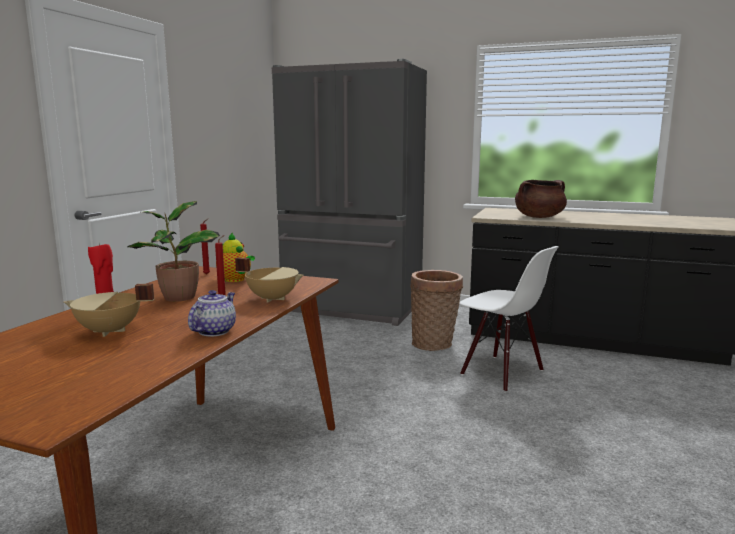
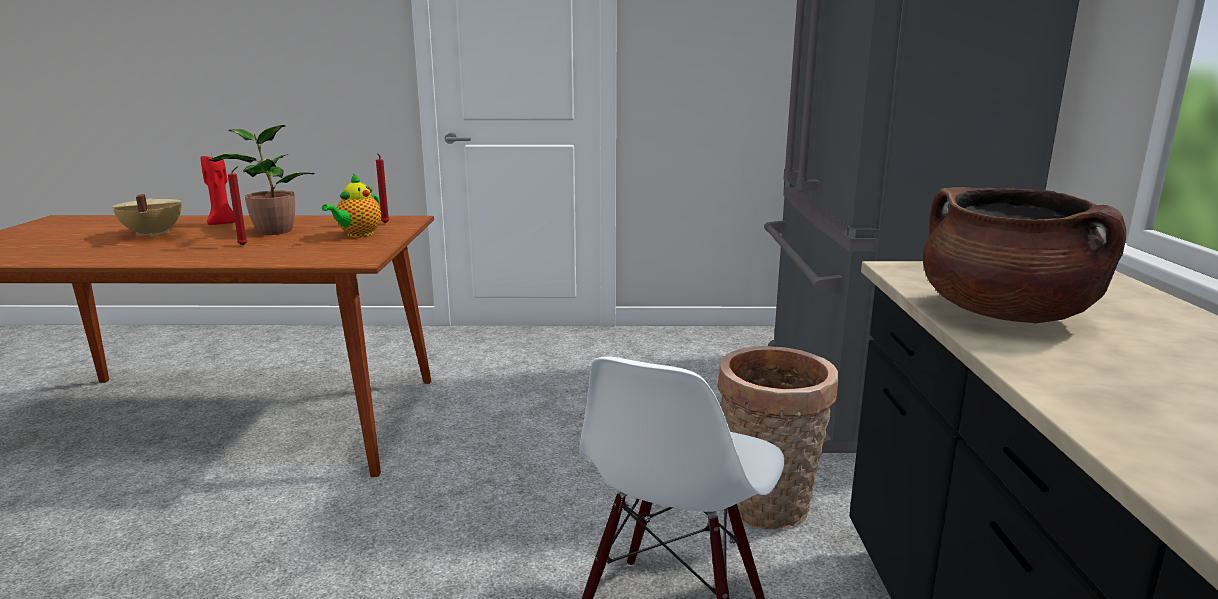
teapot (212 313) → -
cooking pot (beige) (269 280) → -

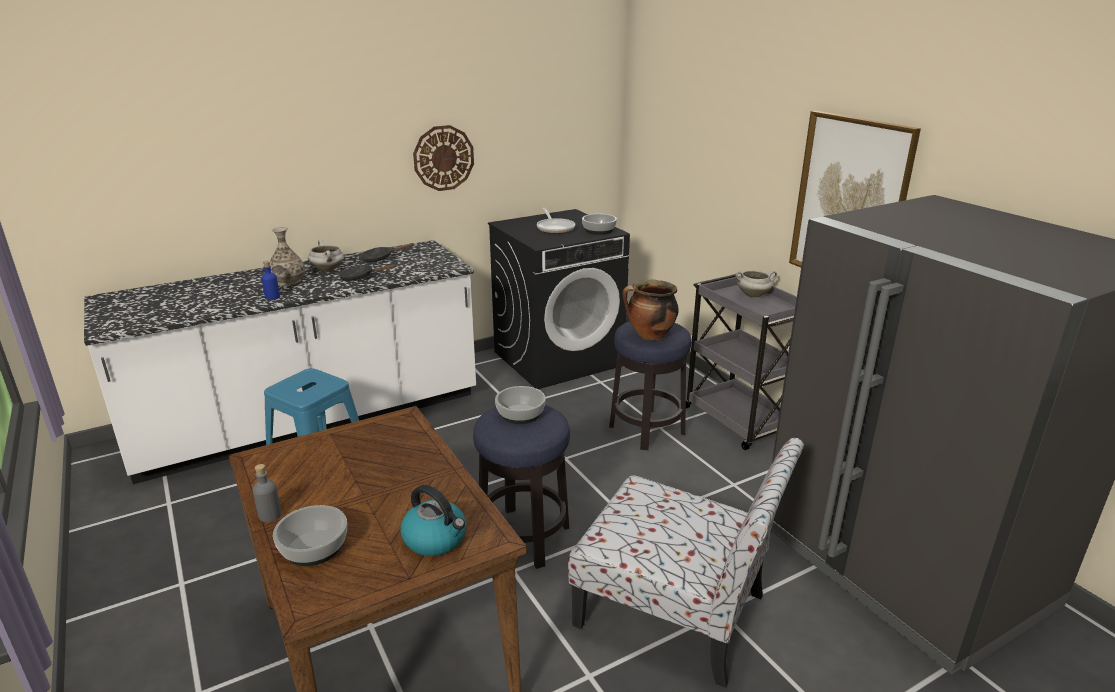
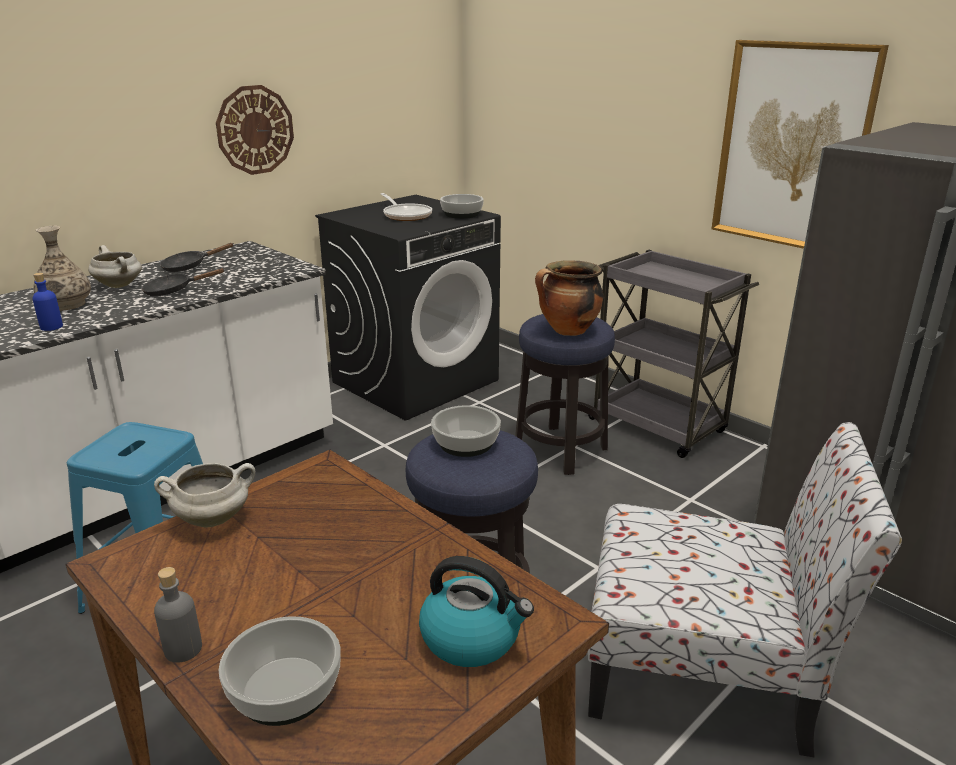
cooking pot (white) (756 284) → cooking pot (white) (204 495), move

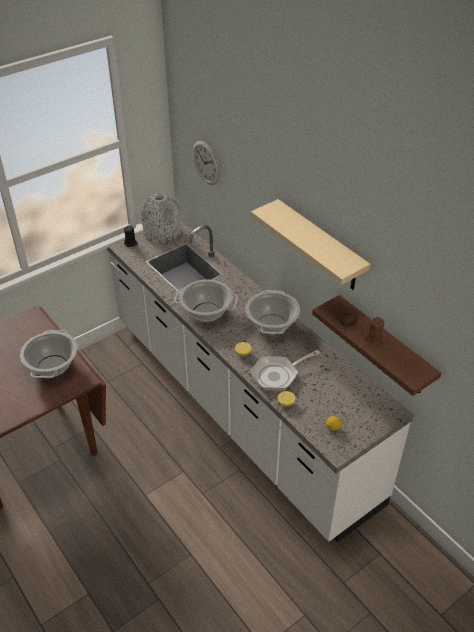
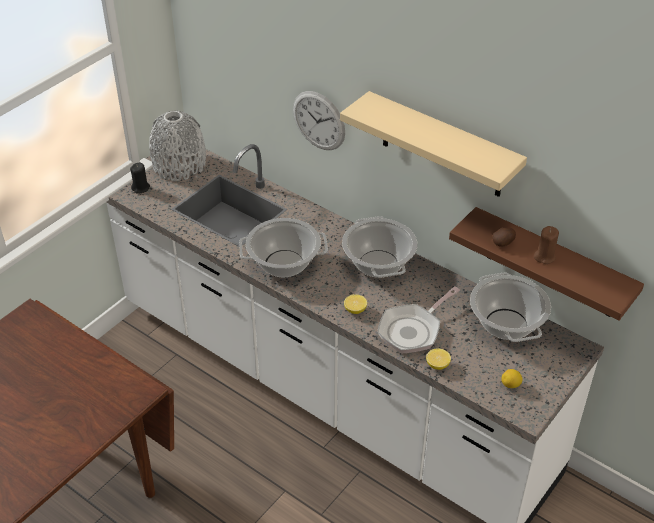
wall clock (206 163) → wall clock (319 120), move
cooking pot (48 354) → cooking pot (510 307), move

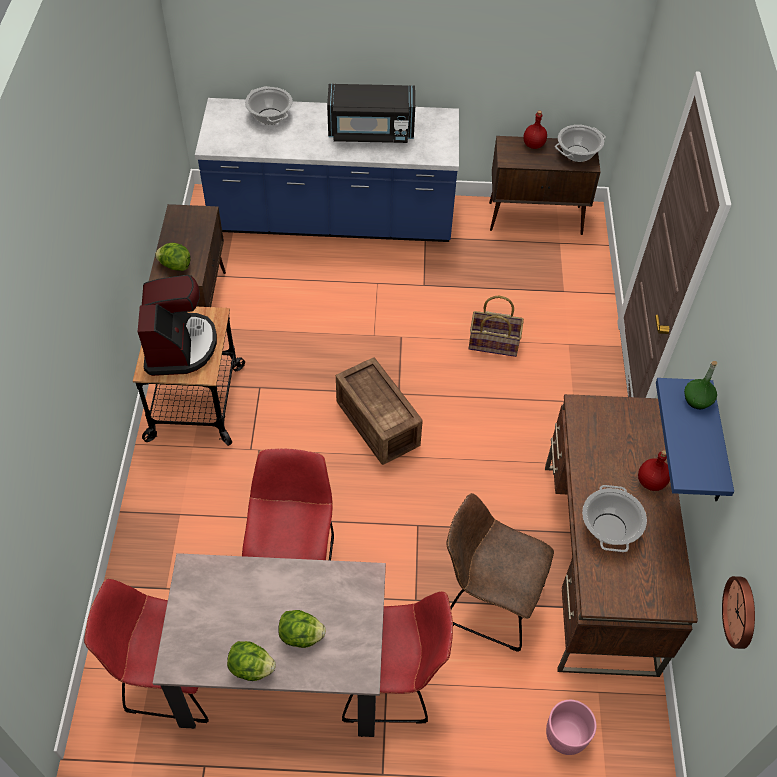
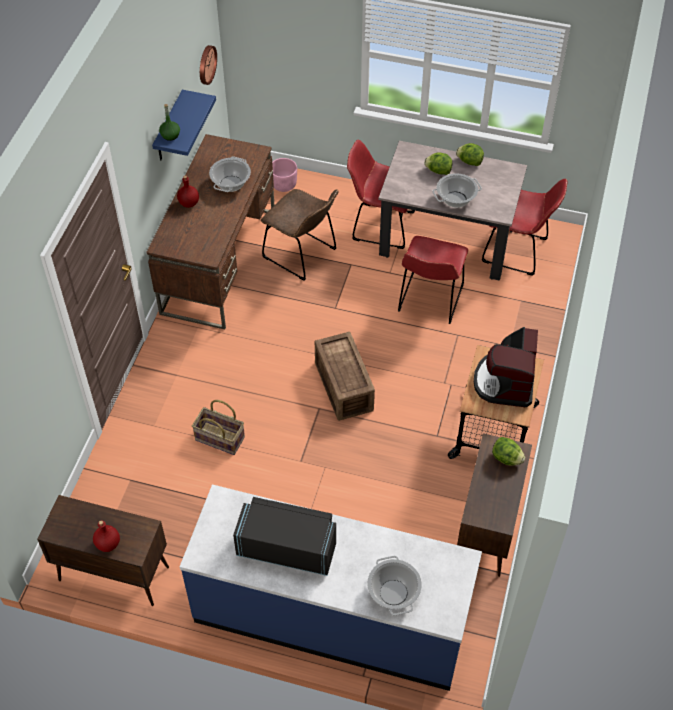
cooking pot (580 143) → cooking pot (457 190), move

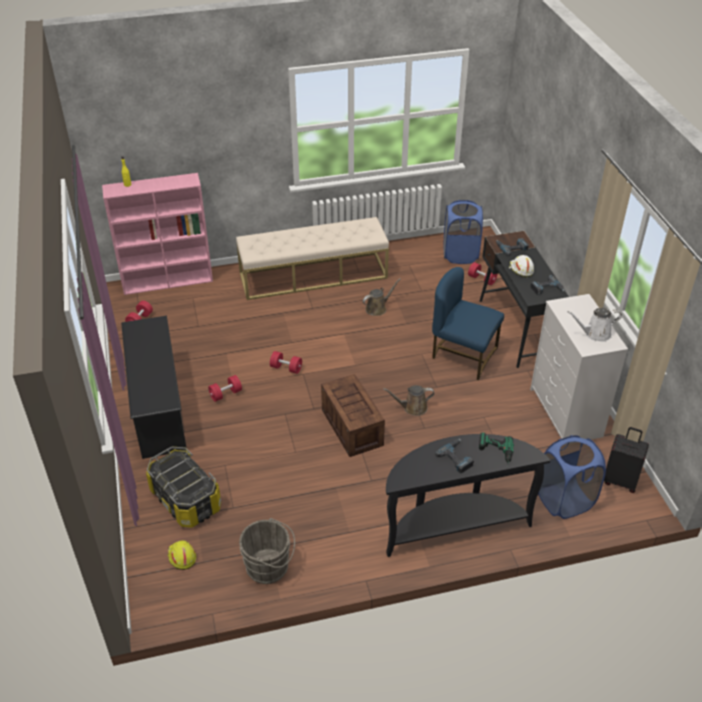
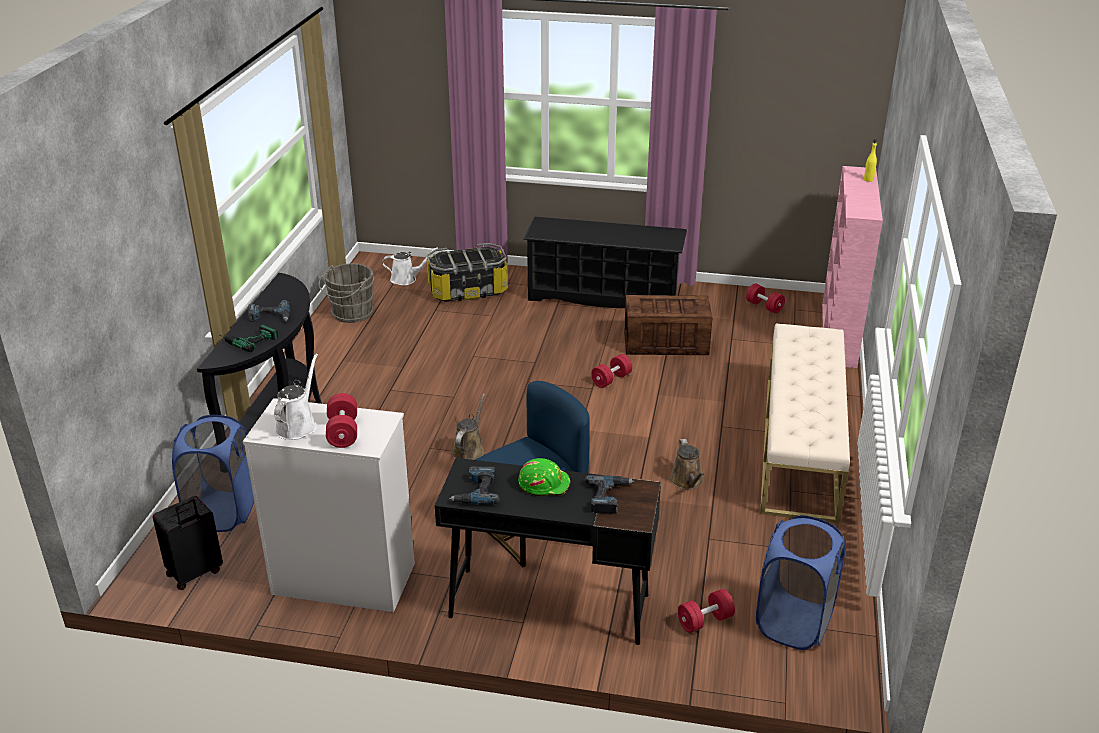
dumbbell (red) (225 388) → dumbbell (red) (341 420), move
hard hat (yellow) (182 555) → watering can (white) (410 266)
hard hat (white) (521 266) → hard hat (green) (544 477)
crate (353 415) → crate (668 325), move

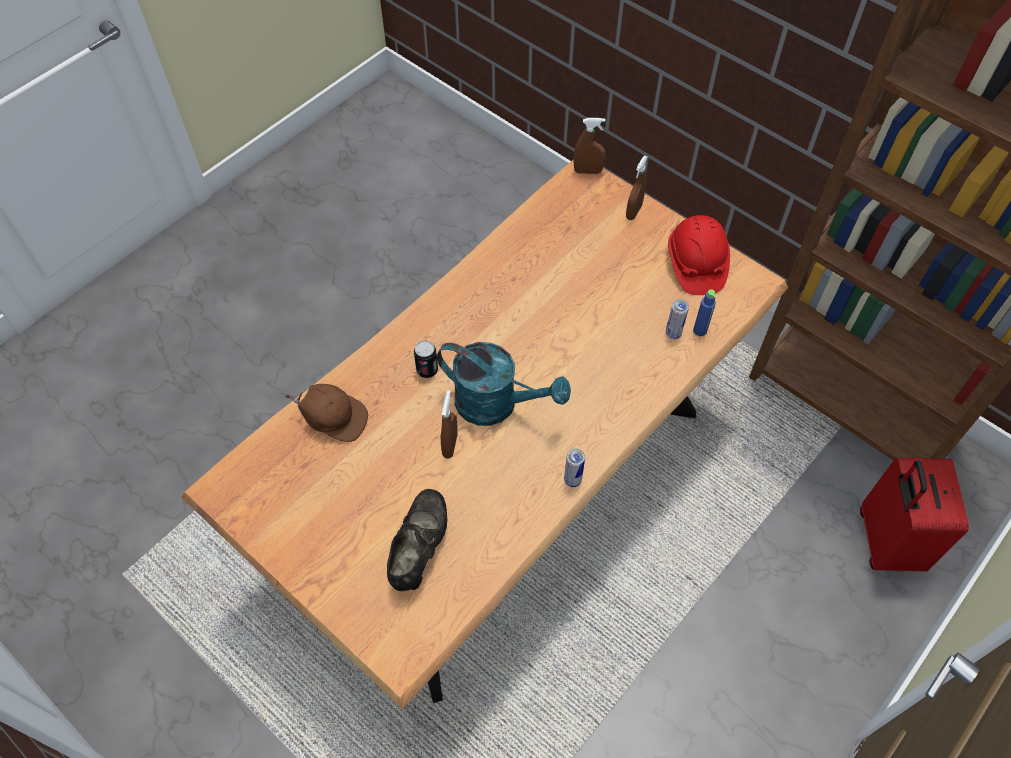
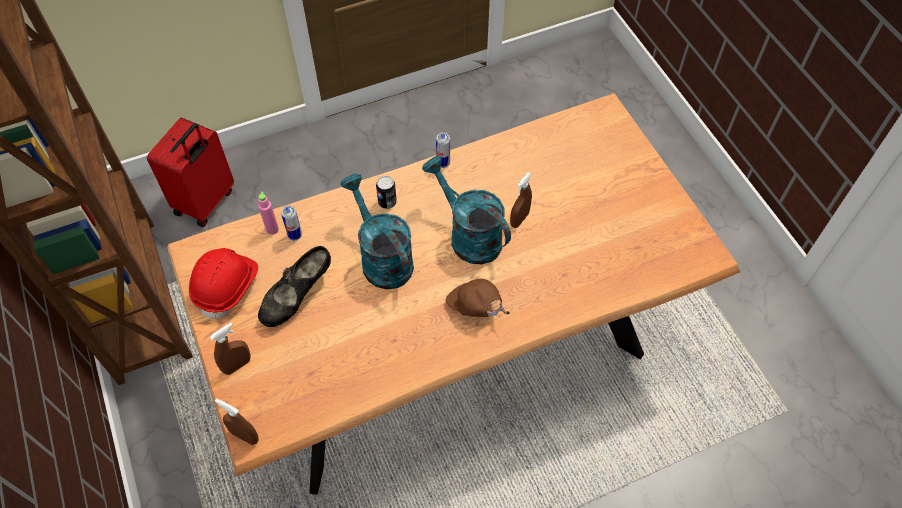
bottle (blue) (704 312) → bottle (pink) (268 213)
shoe (black) (417 540) → shoe (black) (294 286), move
- → watering can (turquoise) (377 231)
can (426 359) → can (386 192), move
cap (brown) (326 413) → cap (brown) (478 298), move

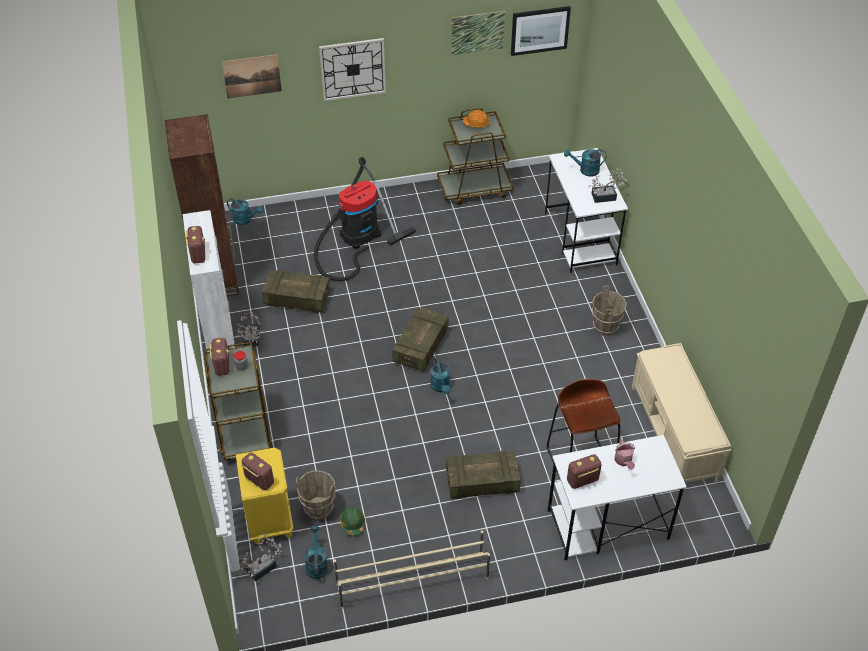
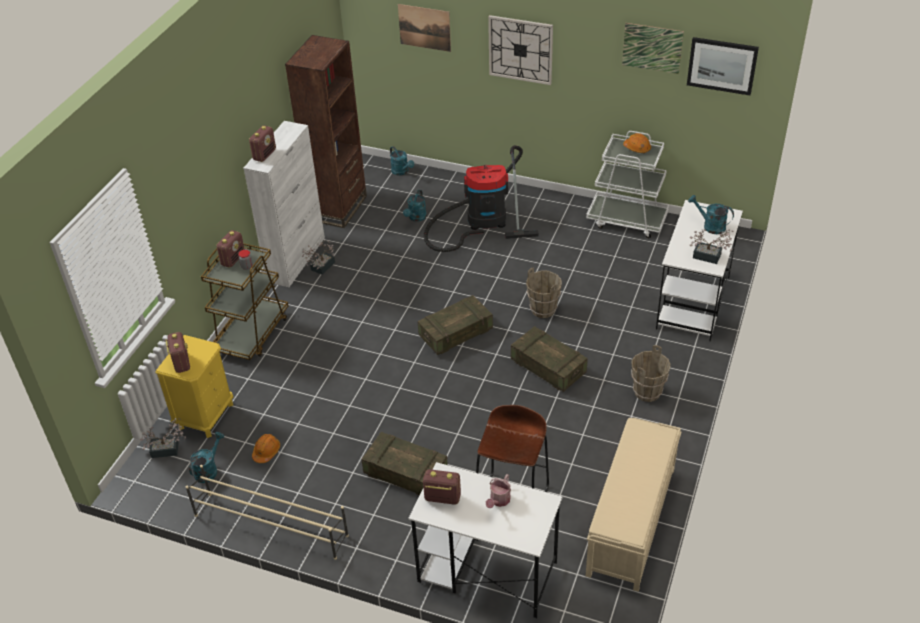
hard hat (green) (352 521) → hard hat (orange) (266 448)
watering can (turquoise) (440 376) → watering can (turquoise) (415 206), move
crate (296 291) → crate (549 359), move
bucket (brown) (315 495) → bucket (brown) (544 293), move
cart (brown) (475 156) → cart (white) (627 184)

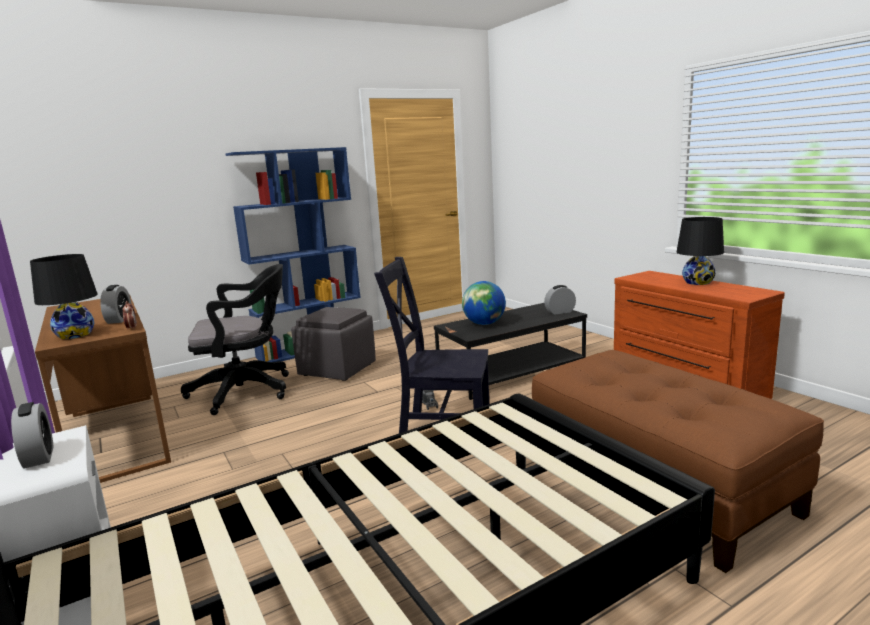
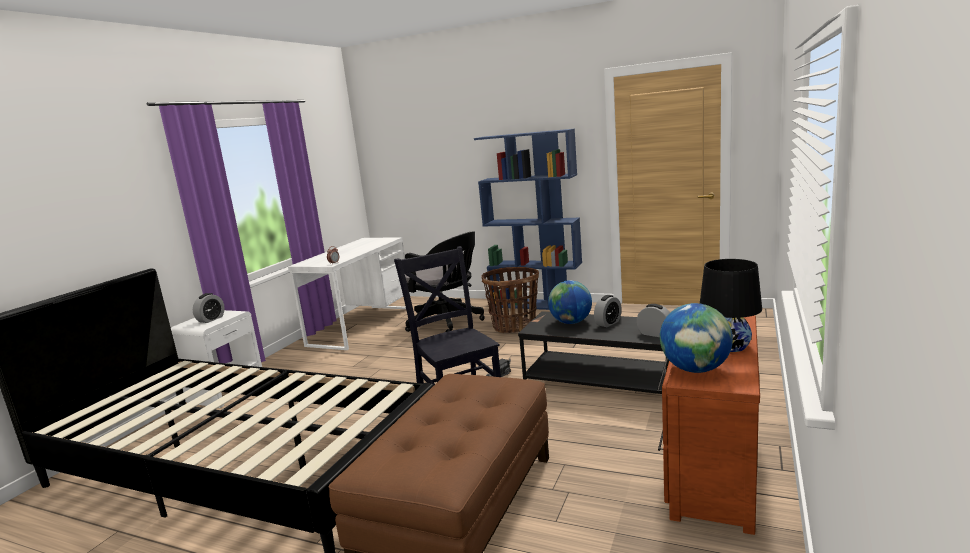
desk (brown) (103 389) → desk (white) (349 293)
ottoman (grey) (333 344) → basket (510 300)
alarm clock (115 304) → alarm clock (608 311), move
- → globe (696 338)
table lamp (black) (64 296) → -

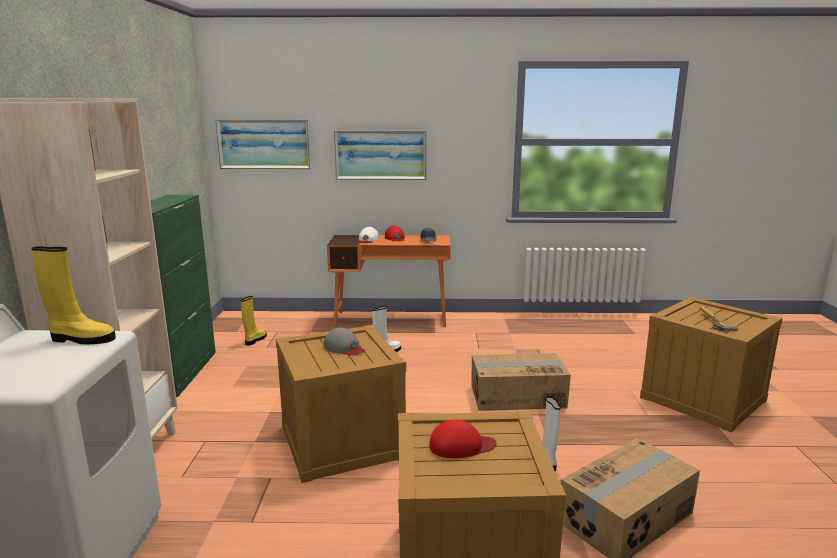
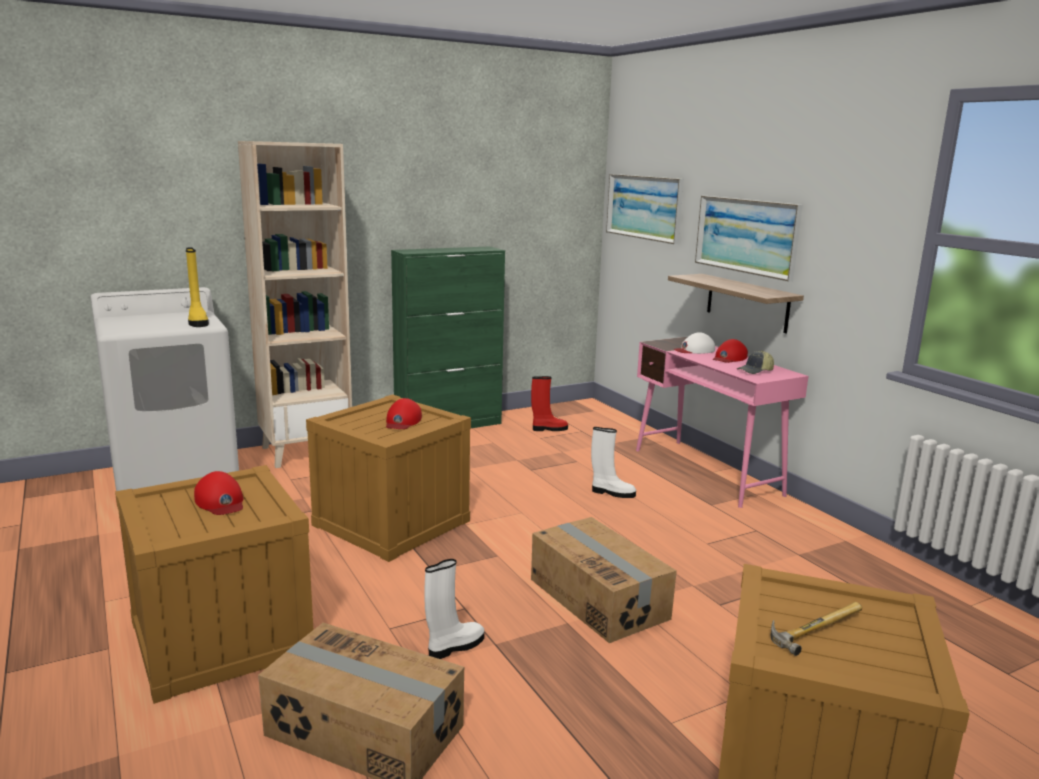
cap (grey) (344 341) → cap (red) (404 413)
boot (yellow) (254 321) → boot (red) (549 403)
desk (orange) (389 281) → desk (pink) (722 422)
- → shelf (736 303)

